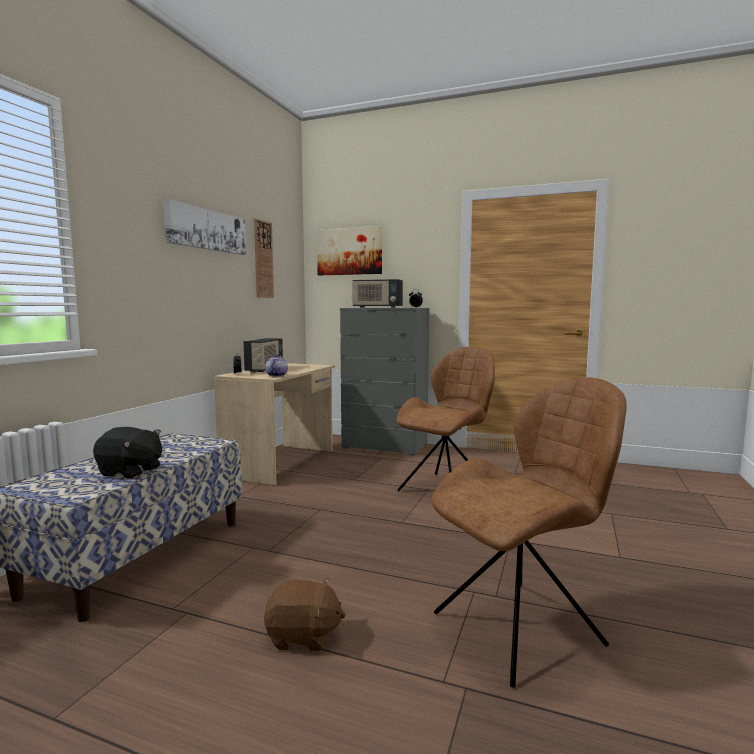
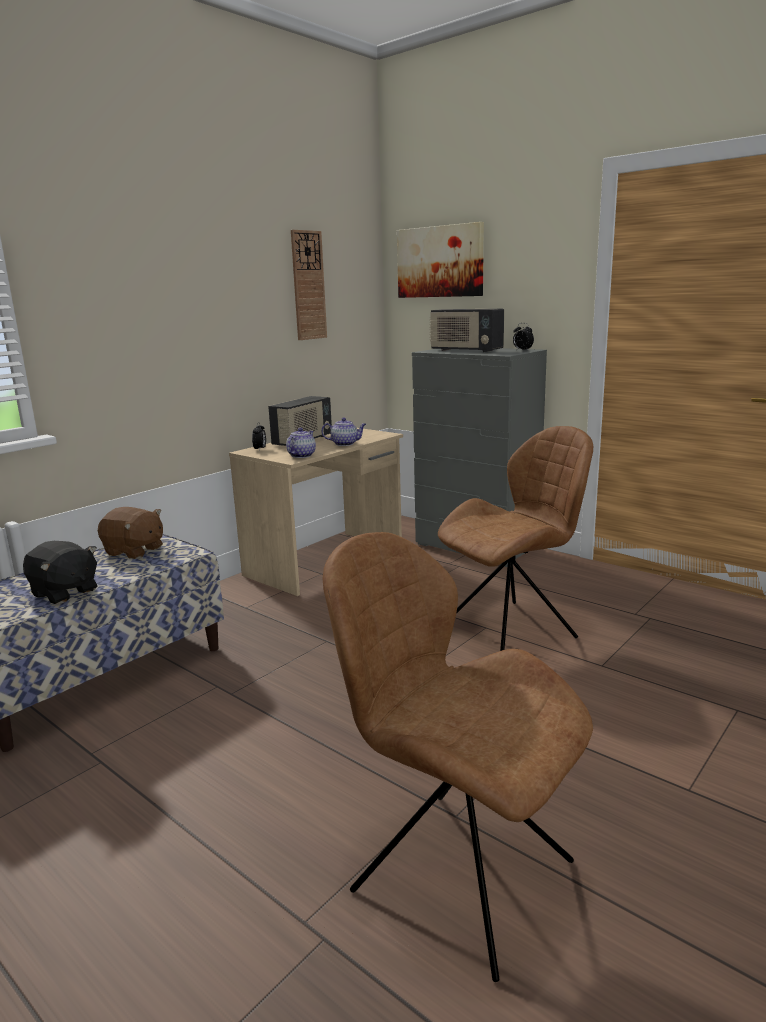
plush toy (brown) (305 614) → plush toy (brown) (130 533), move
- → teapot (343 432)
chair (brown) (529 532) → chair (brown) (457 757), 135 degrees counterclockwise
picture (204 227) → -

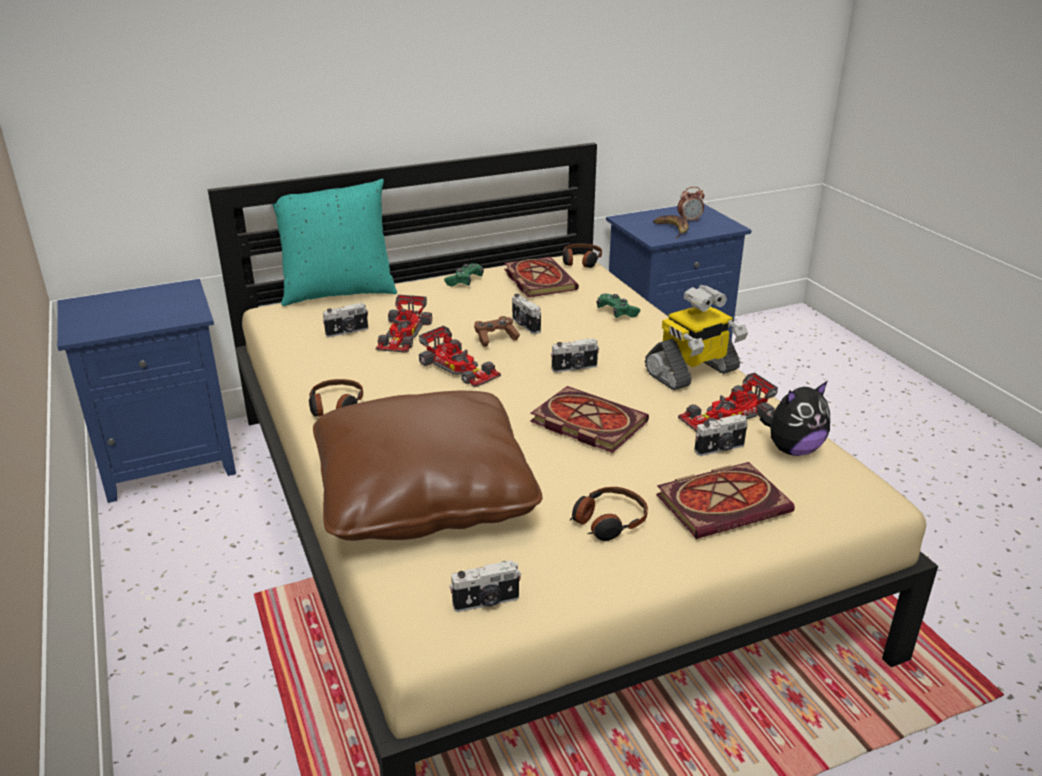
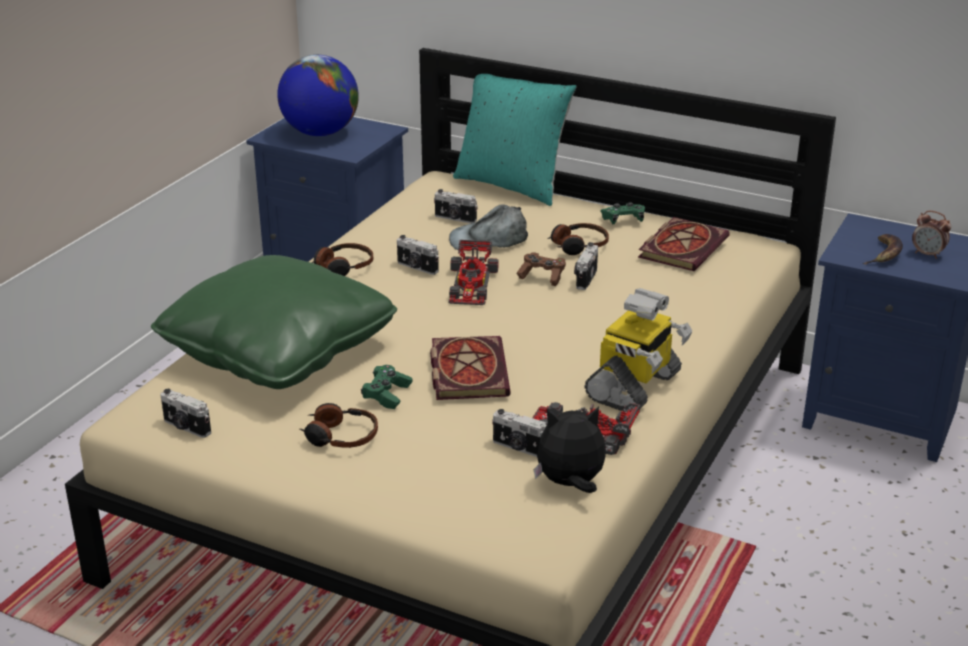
pillow (brown) (427 466) → pillow (green) (274 322)
- → globe (318 95)
game controller (green) (618 306) → game controller (green) (387 387), move
photo camera (575 355) → photo camera (418 255), move
toy car (404 324) → cap (grey) (488 227)
plush toy (795 418) → plush toy (569 450), 150 degrees clockwise
headphones (582 255) → headphones (578 239), move
toy robot (696 337) → toy robot (638 349), 75 degrees counterclockwise
book (725 500) → -

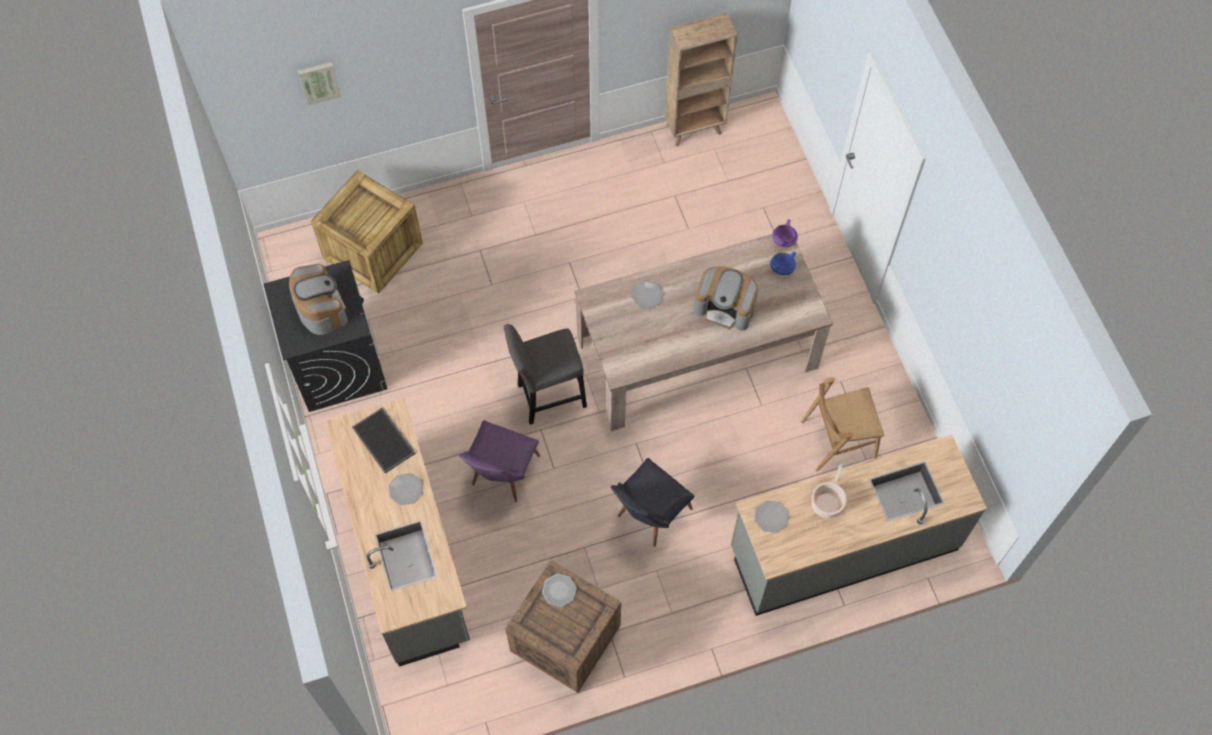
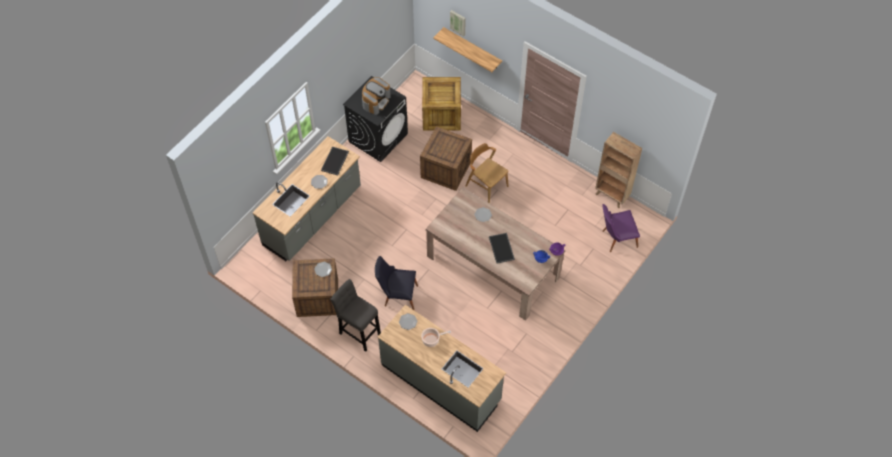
stool (grey) (545 374) → stool (grey) (355 315), move
- → crate (446 158)
- → shelf (467 49)
chair (brown) (842 424) → chair (brown) (487 173), move
coffee machine (726 298) → tray (502 248)
chair (purple) (499 461) → chair (purple) (621 228), move

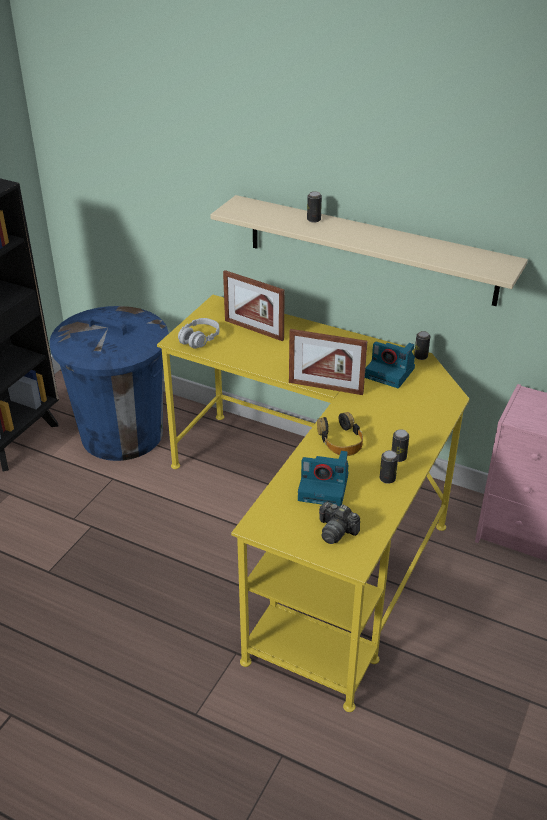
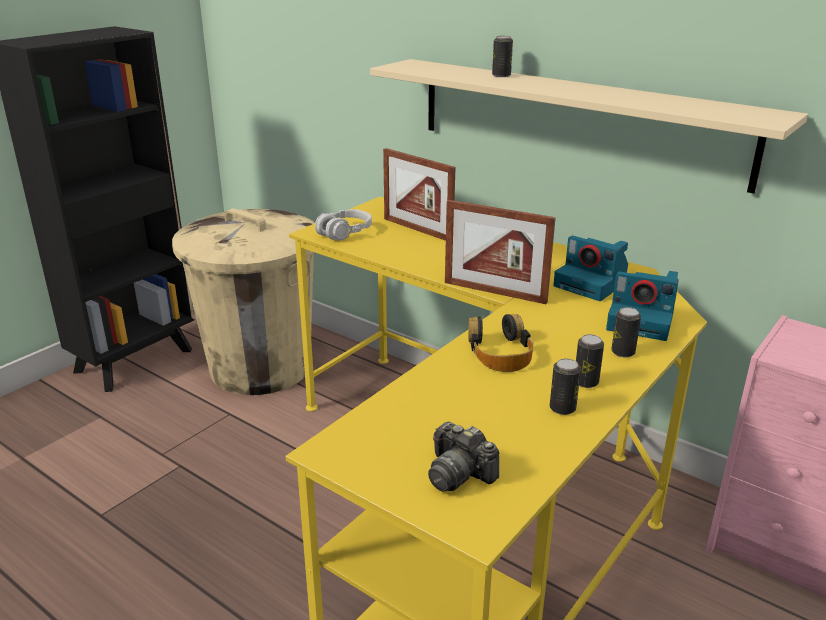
trash can (blue) (109 383) → trash can (beige) (243 301)
photo camera (323 478) → photo camera (642 306), move
can (422 345) → can (626 332), move

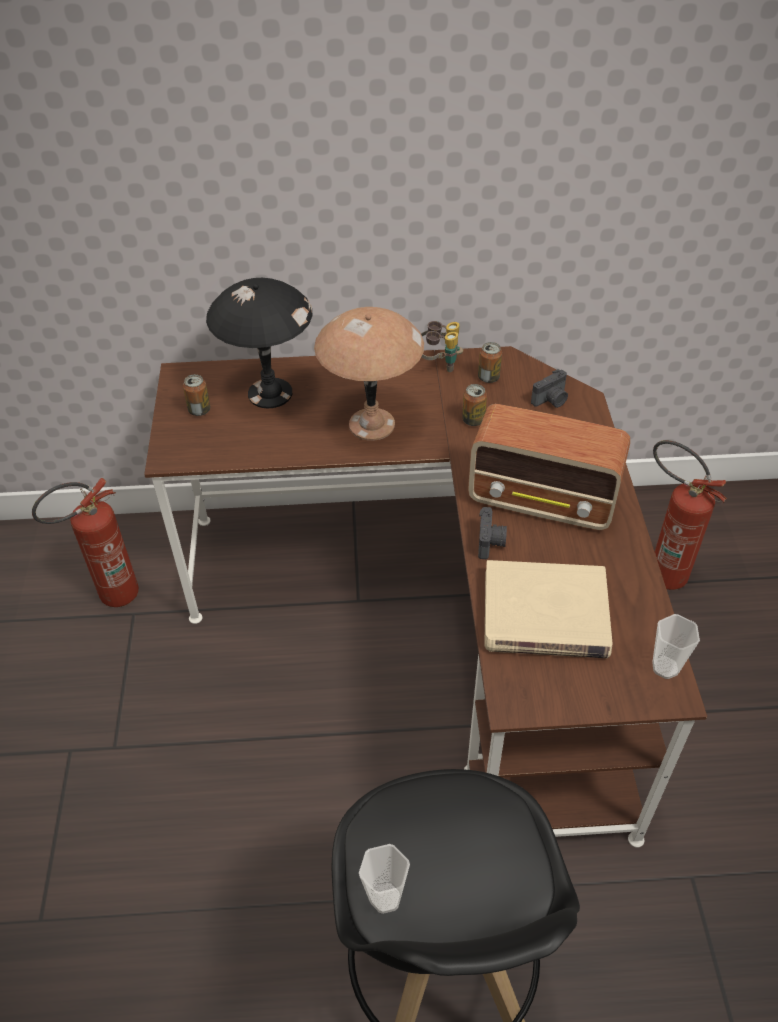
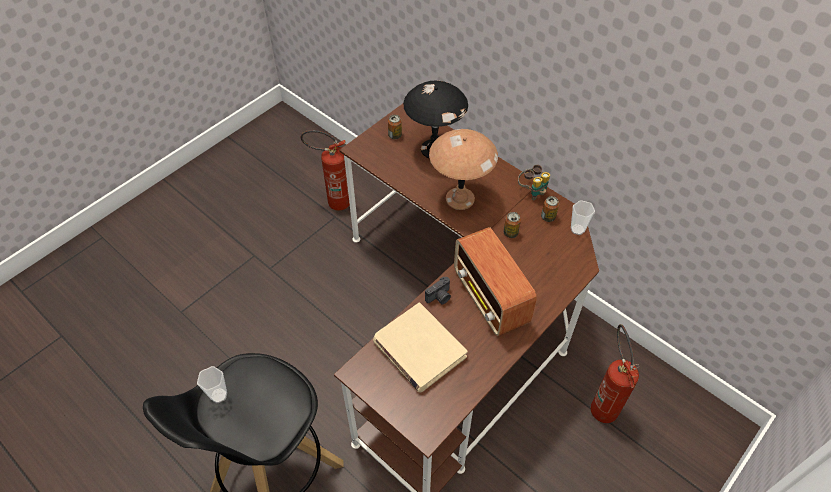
cup (676 646) → cup (583 217), move
photo camera (549 388) → -

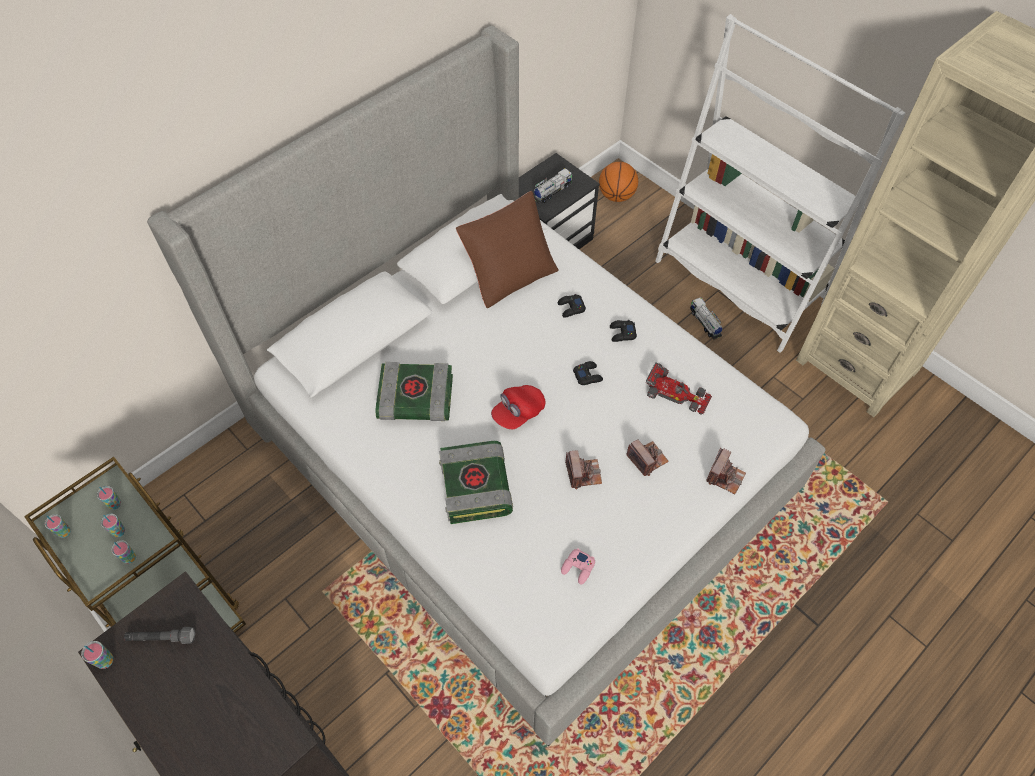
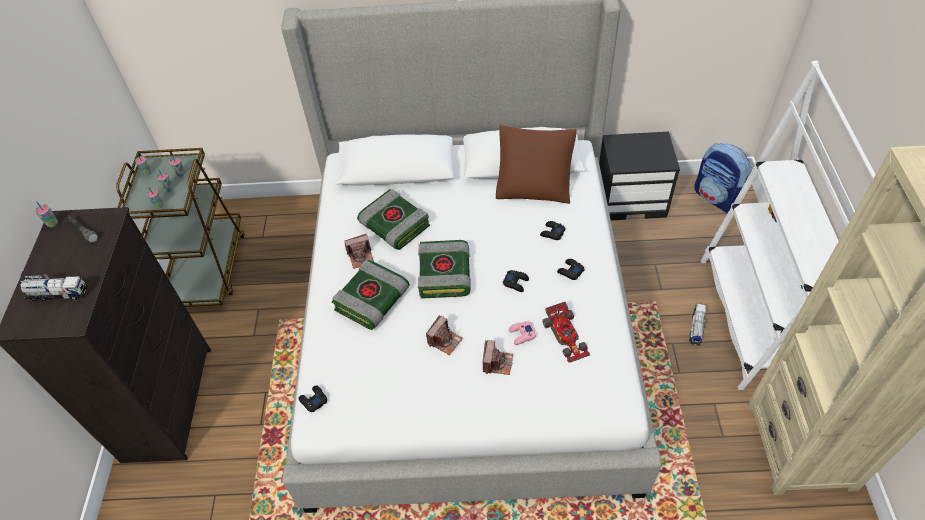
toy truck (553 186) → toy truck (53 288), move
- → game controller (black) (312 398)
photo camera (726 471) → photo camera (359 251), move
cap (red) (518 407) → book (444 269)
game controller (pink) (578 566) → game controller (pink) (522 333), move
basketball (618 182) → backpack (723 178)

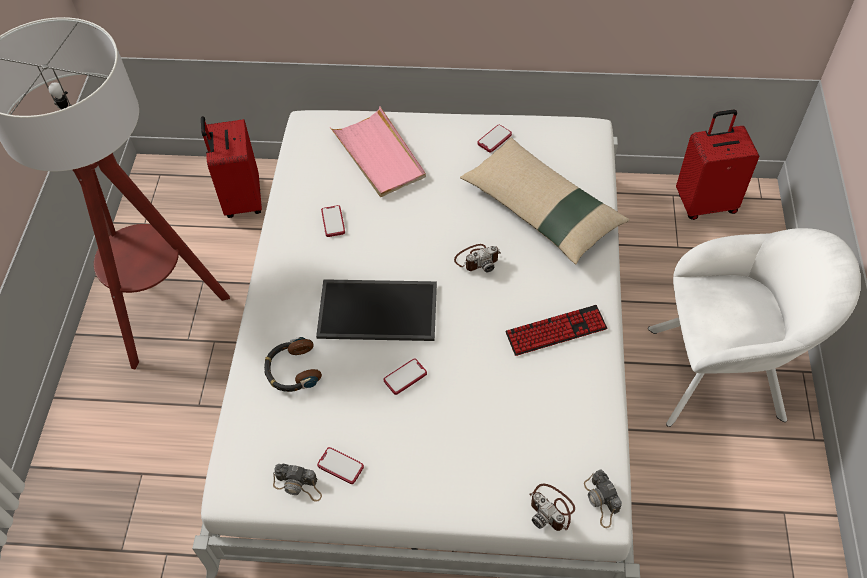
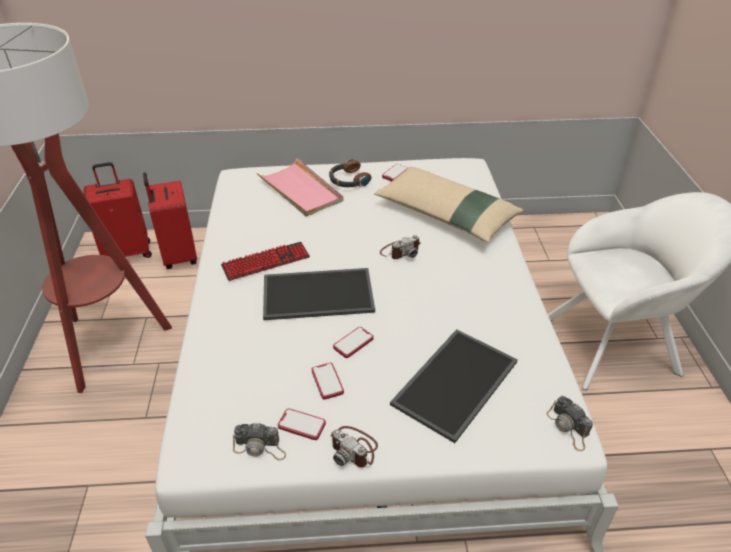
suitcase (red) (717 165) → suitcase (red) (118 210), move
keyboard (556 330) → keyboard (265 261), move
phone (333 221) → phone (328 381), move
headphones (293 364) → headphones (350 173), move
photo camera (552 507) → photo camera (354 447), move
- → tray (454 386)

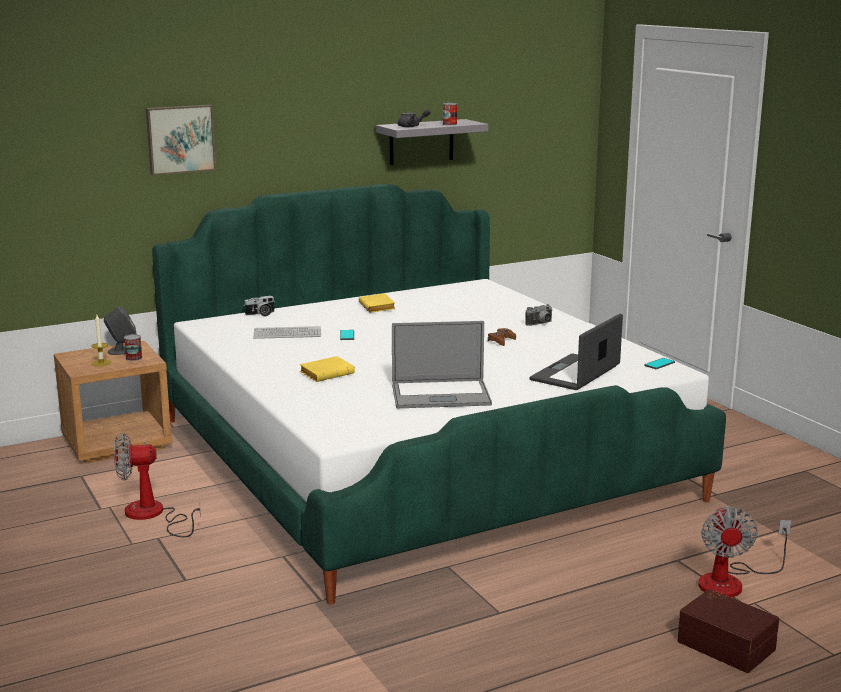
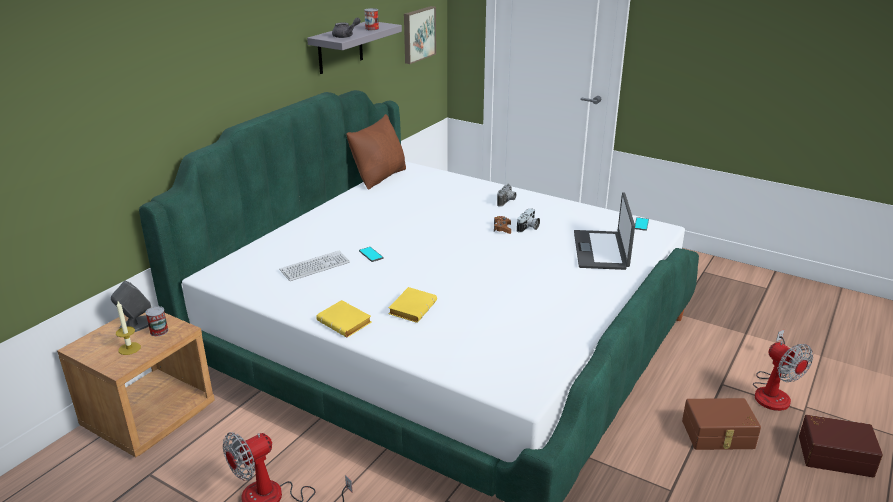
book (yellow) (377 303) → book (yellow) (343 318), move
- → pillow (brown) (376 152)
picture (181 140) → picture (420 35), move
photo camera (259 305) → photo camera (528 220), move
- → storage box (brown) (721 424)
laptop (442 364) → -

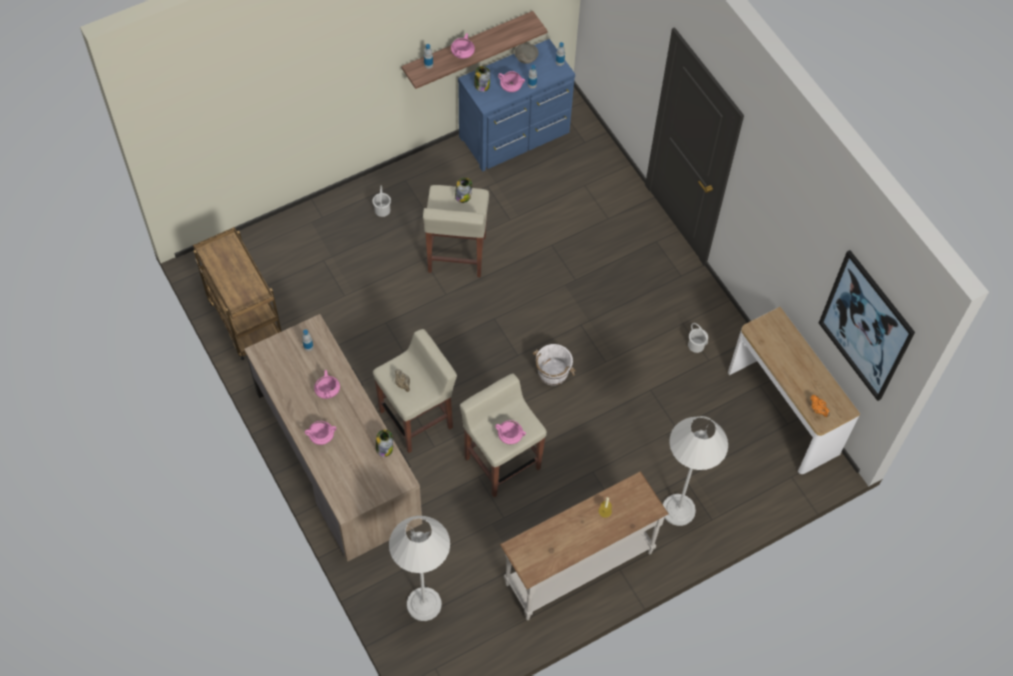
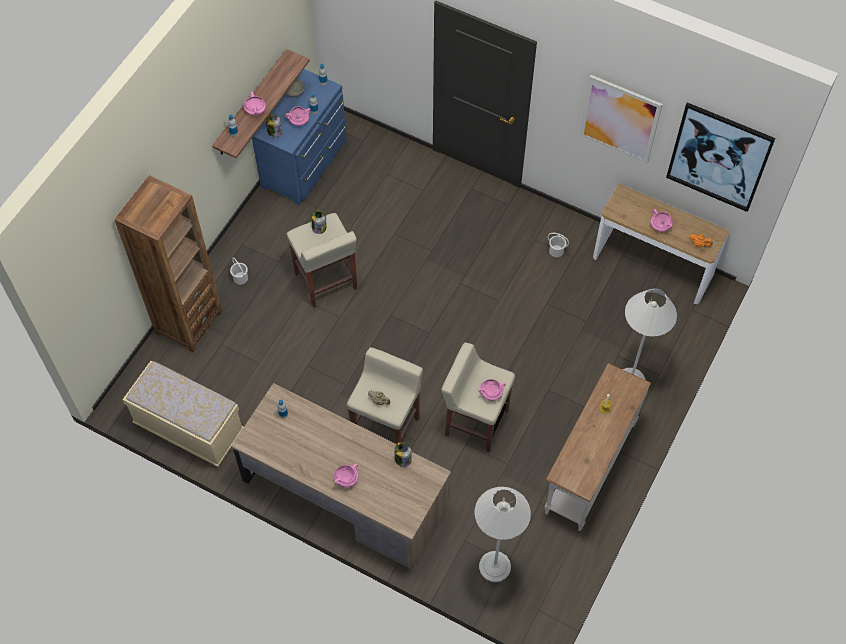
- → bookcase (brown) (168 263)
cart (brown) (237 293) → bench (beige) (183 414)
- → picture (621 119)
cooking pot (pink) (327 384) → cooking pot (pink) (662 220), move
bucket (white) (554 365) → -

